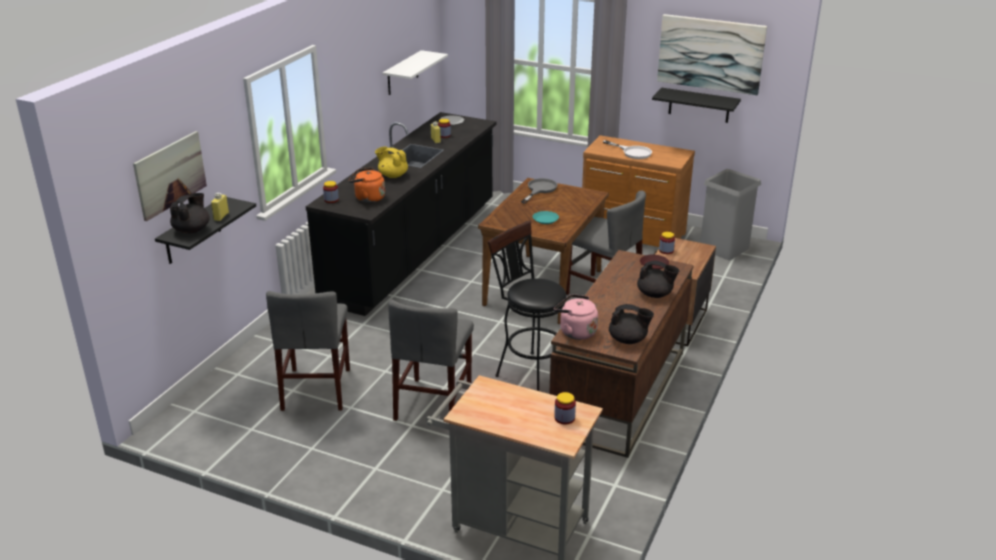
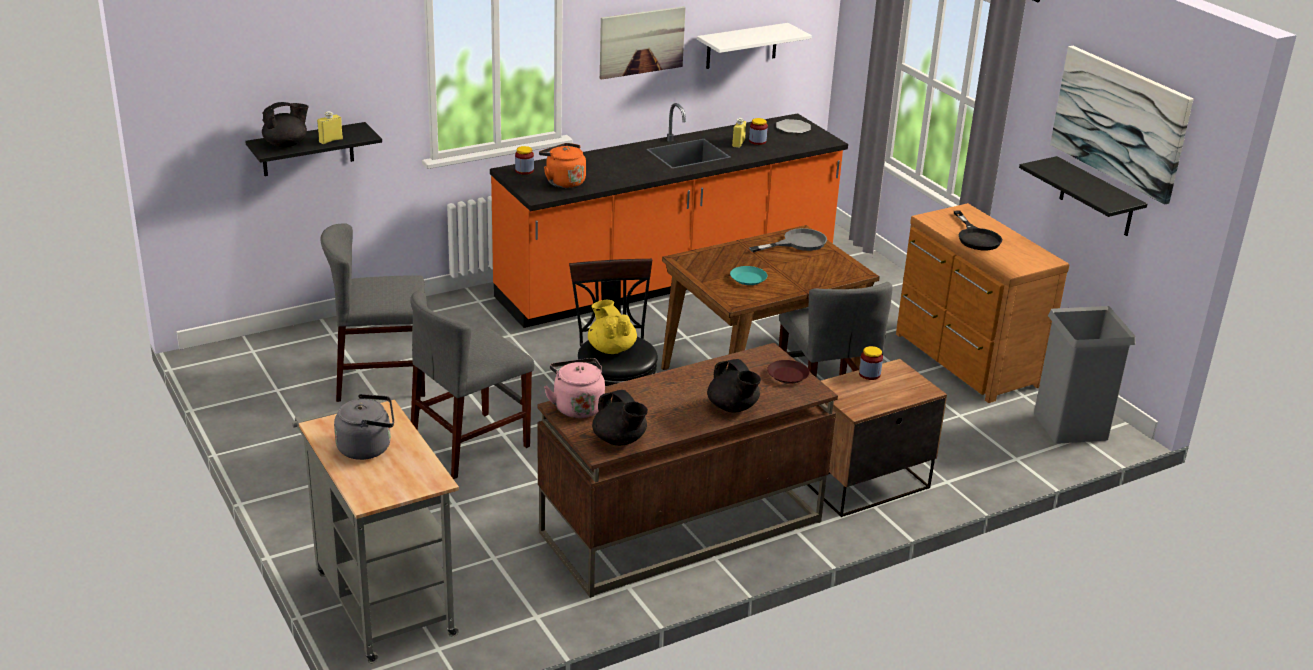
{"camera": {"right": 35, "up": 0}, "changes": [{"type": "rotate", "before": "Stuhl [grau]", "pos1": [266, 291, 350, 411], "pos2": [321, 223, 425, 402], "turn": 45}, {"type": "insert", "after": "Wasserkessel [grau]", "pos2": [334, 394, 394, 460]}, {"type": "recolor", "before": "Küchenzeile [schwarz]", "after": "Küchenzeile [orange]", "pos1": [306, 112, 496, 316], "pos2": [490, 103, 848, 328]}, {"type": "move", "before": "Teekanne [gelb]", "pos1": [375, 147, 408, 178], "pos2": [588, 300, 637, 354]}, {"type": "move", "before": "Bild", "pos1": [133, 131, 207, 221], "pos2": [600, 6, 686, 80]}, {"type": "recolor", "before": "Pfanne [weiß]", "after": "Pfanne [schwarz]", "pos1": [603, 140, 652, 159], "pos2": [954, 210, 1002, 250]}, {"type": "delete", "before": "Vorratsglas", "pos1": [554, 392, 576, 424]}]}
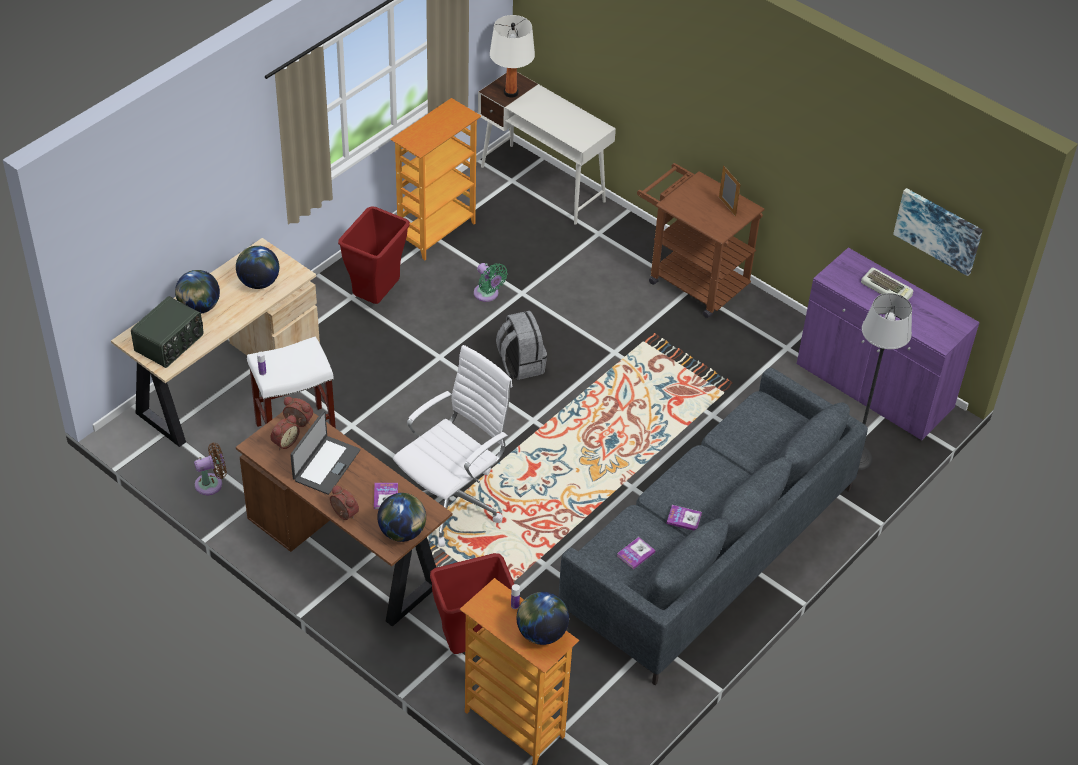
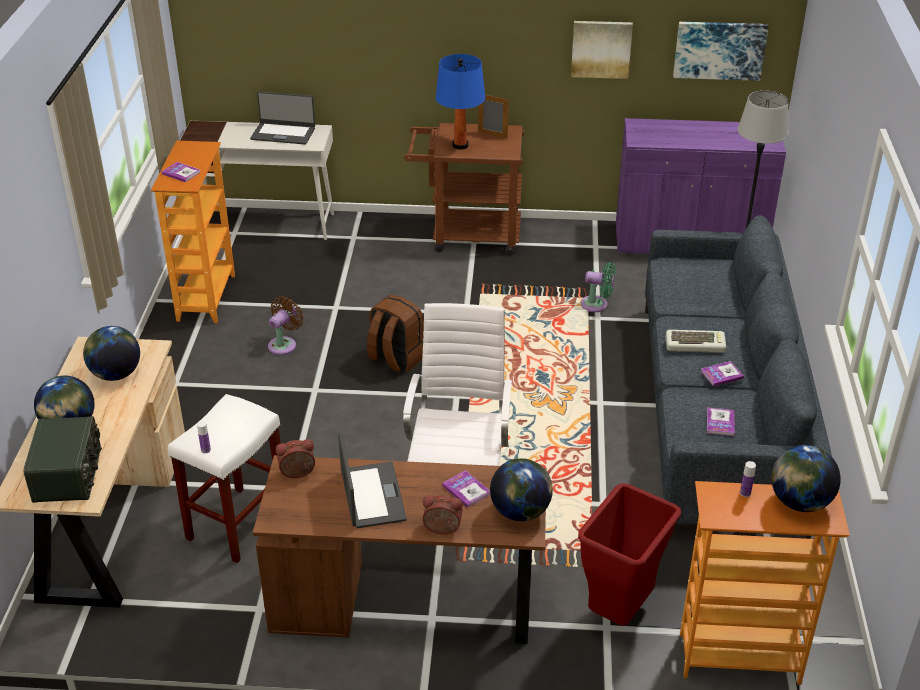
{"camera": {"right": -35, "up": -10}, "changes": [{"type": "insert", "after": "Buch", "pos2": [161, 162, 201, 182]}, {"type": "insert", "after": "Laptop", "pos2": [250, 91, 315, 145]}, {"type": "move", "before": "Ventilator [braun]", "pos1": [194, 443, 227, 495], "pos2": [268, 296, 303, 355]}, {"type": "recolor", "before": "Rucksack [grau]", "after": "Rucksack [braun]", "pos1": [496, 310, 547, 380], "pos2": [367, 295, 424, 374]}, {"type": "insert", "after": "Tischlampe [blau]", "pos2": [435, 54, 485, 150]}, {"type": "insert", "after": "Bild", "pos2": [571, 21, 633, 79]}, {"type": "move", "before": "Ventilator [grün]", "pos1": [474, 263, 508, 302], "pos2": [581, 262, 616, 312]}, {"type": "move", "before": "Tastatur", "pos1": [861, 268, 913, 300], "pos2": [665, 330, 726, 353]}, {"type": "delete", "before": "Wecker", "pos1": [271, 415, 300, 450]}, {"type": "delete", "before": "Mülleimer [rot]", "pos1": [338, 206, 410, 304]}, {"type": "delete", "before": "Tischlampe [weiß]", "pos1": [490, 15, 535, 97]}]}
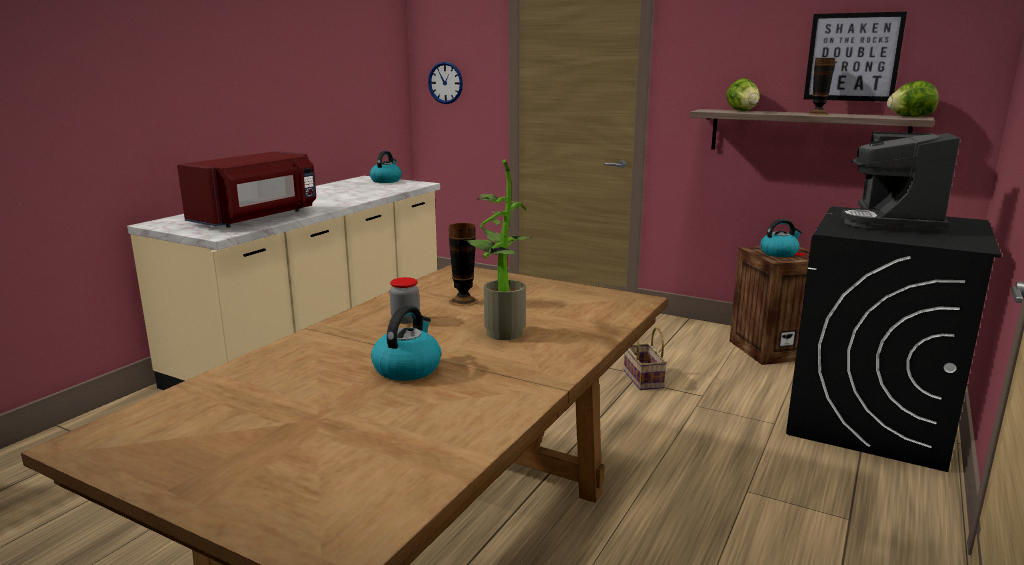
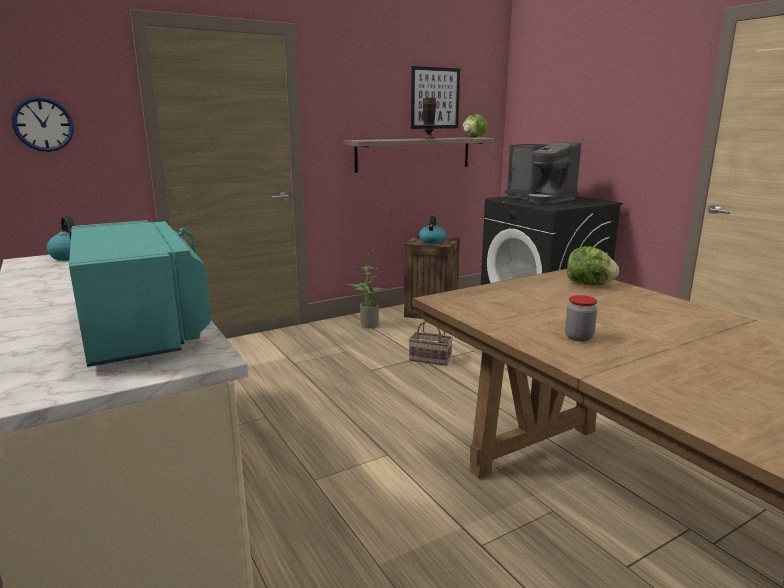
{"camera": {"right": -60, "up": 0}, "changes": [{"type": "recolor", "before": "Mikrowelle [rot]", "after": "Mikrowelle [türkis]", "pos1": [177, 151, 316, 227], "pos2": [69, 220, 211, 367]}, {"type": "move", "before": "Topfpflanze", "pos1": [466, 159, 531, 340], "pos2": [345, 250, 385, 329]}, {"type": "move", "before": "Salatkopf", "pos1": [726, 78, 760, 111], "pos2": [567, 246, 619, 285]}, {"type": "delete", "before": "Wasserkessel", "pos1": [371, 305, 441, 381]}, {"type": "delete", "before": "Vase", "pos1": [449, 223, 478, 306]}]}
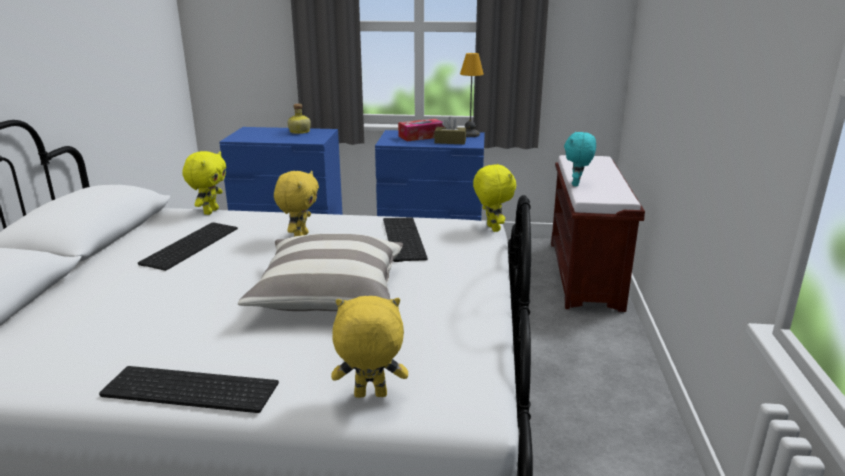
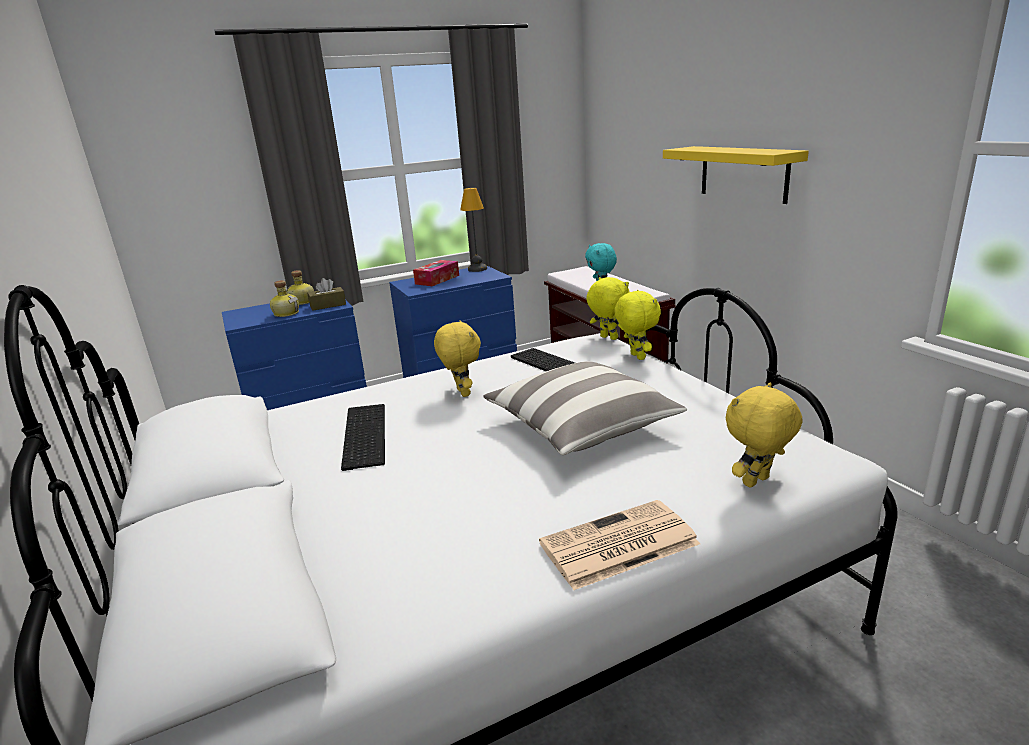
{"camera": {"right": -30, "up": 0}, "changes": [{"type": "insert", "after": "Flasche", "pos2": [270, 280, 299, 317]}, {"type": "move", "before": "Taschentuchbox [braun]", "pos1": [434, 117, 466, 144], "pos2": [308, 278, 346, 311]}, {"type": "replace", "before": "Tastatur", "after": "Zeitung", "pos1": [99, 366, 279, 413], "pos2": [539, 500, 700, 590]}, {"type": "move", "before": "Plüschtier [gelb]", "pos1": [182, 151, 226, 215], "pos2": [614, 290, 661, 360]}, {"type": "insert", "after": "Wandregal [gelb]", "pos2": [663, 146, 809, 204]}]}
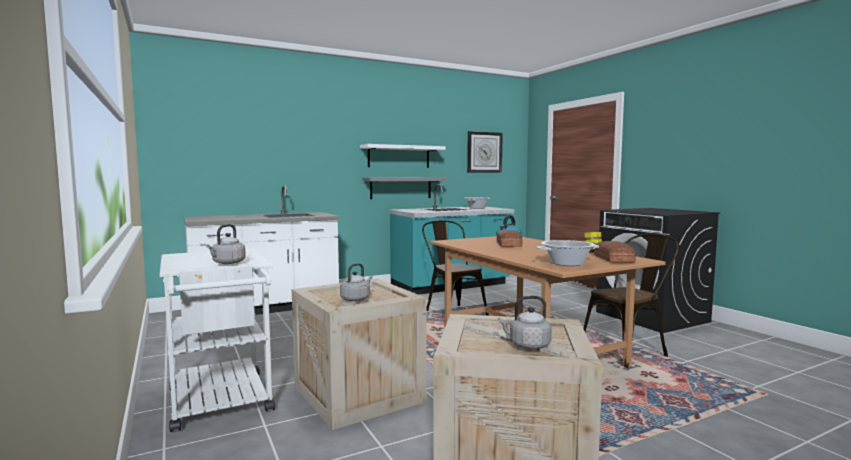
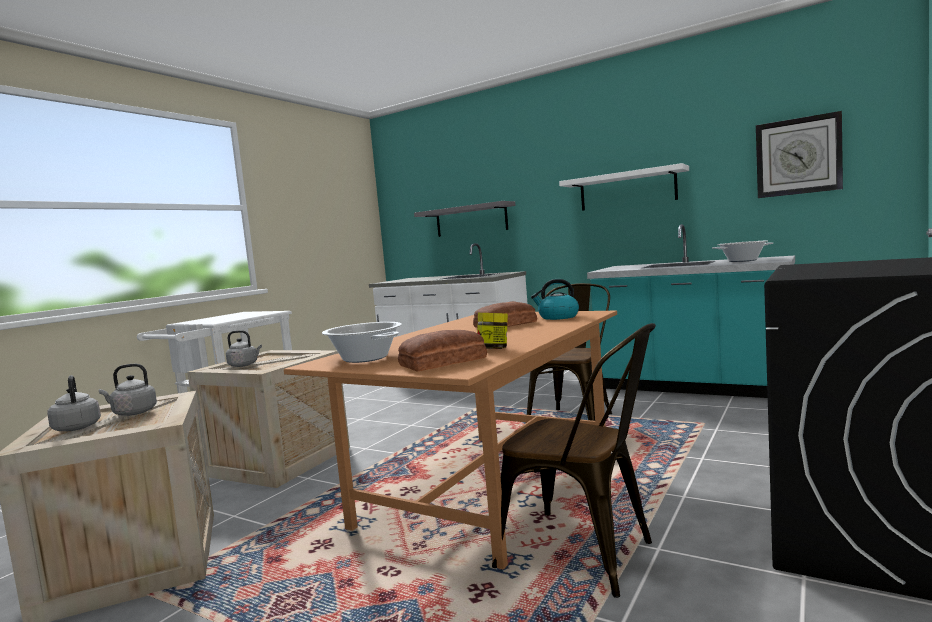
{"camera": {"right": 60, "up": 0}, "changes": [{"type": "move", "before": "Wasserkessel [grau]", "pos1": [206, 224, 246, 264], "pos2": [99, 364, 157, 416]}, {"type": "move", "before": "Wandregal [grau]", "pos1": [362, 178, 447, 199], "pos2": [414, 201, 516, 237]}]}
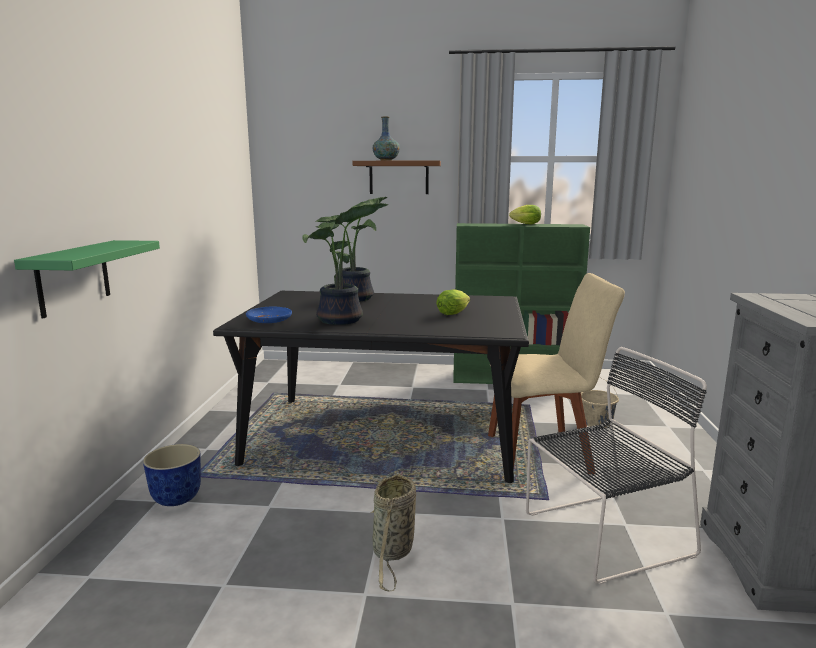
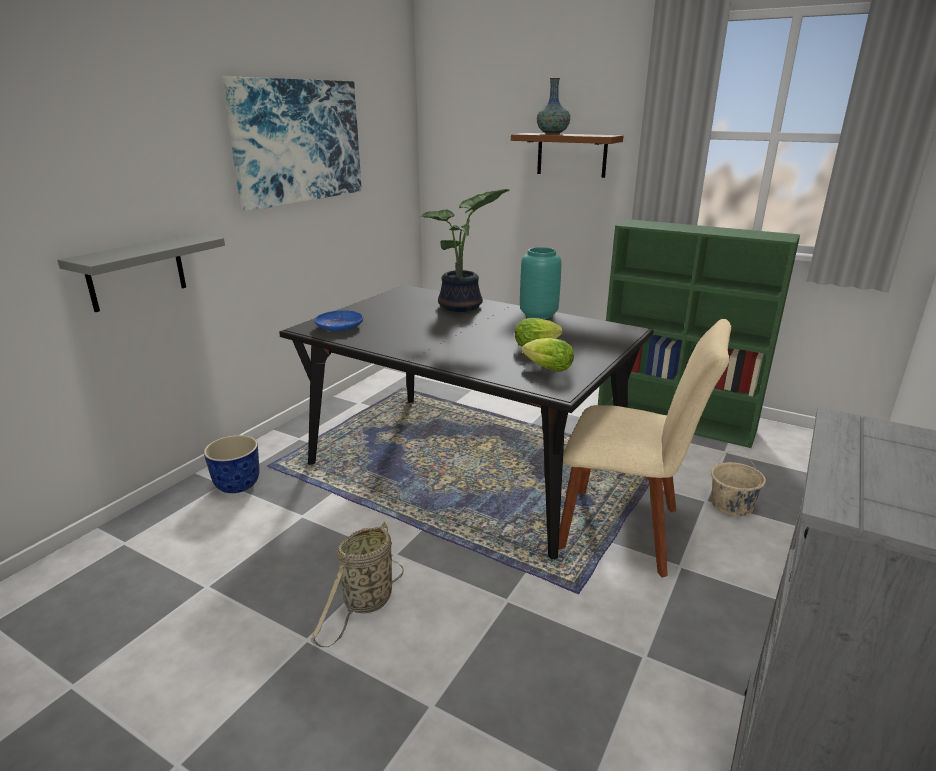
{"camera": {"right": 25, "up": 10}, "changes": [{"type": "recolor", "before": "Wandregal [grün]", "after": "Wandregal [grau]", "pos1": [14, 240, 160, 318], "pos2": [57, 233, 225, 312]}, {"type": "insert", "after": "Bild", "pos2": [222, 76, 362, 211]}, {"type": "insert", "after": "Vase [türkis]", "pos2": [520, 247, 561, 319]}, {"type": "move", "before": "Salatkopf", "pos1": [509, 205, 541, 224], "pos2": [522, 338, 574, 372]}, {"type": "delete", "before": "Topfpflanze", "pos1": [302, 203, 388, 325]}, {"type": "delete", "before": "Stuhl [schwarz]", "pos1": [526, 347, 707, 584]}]}
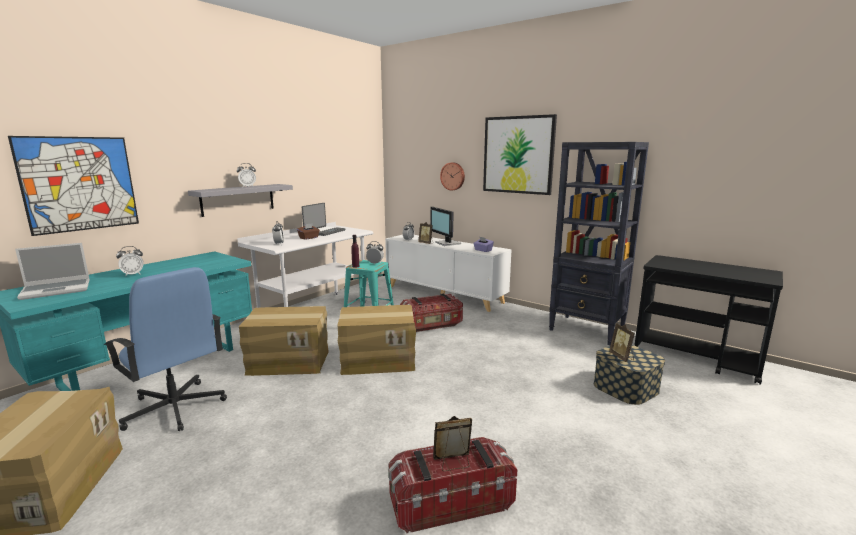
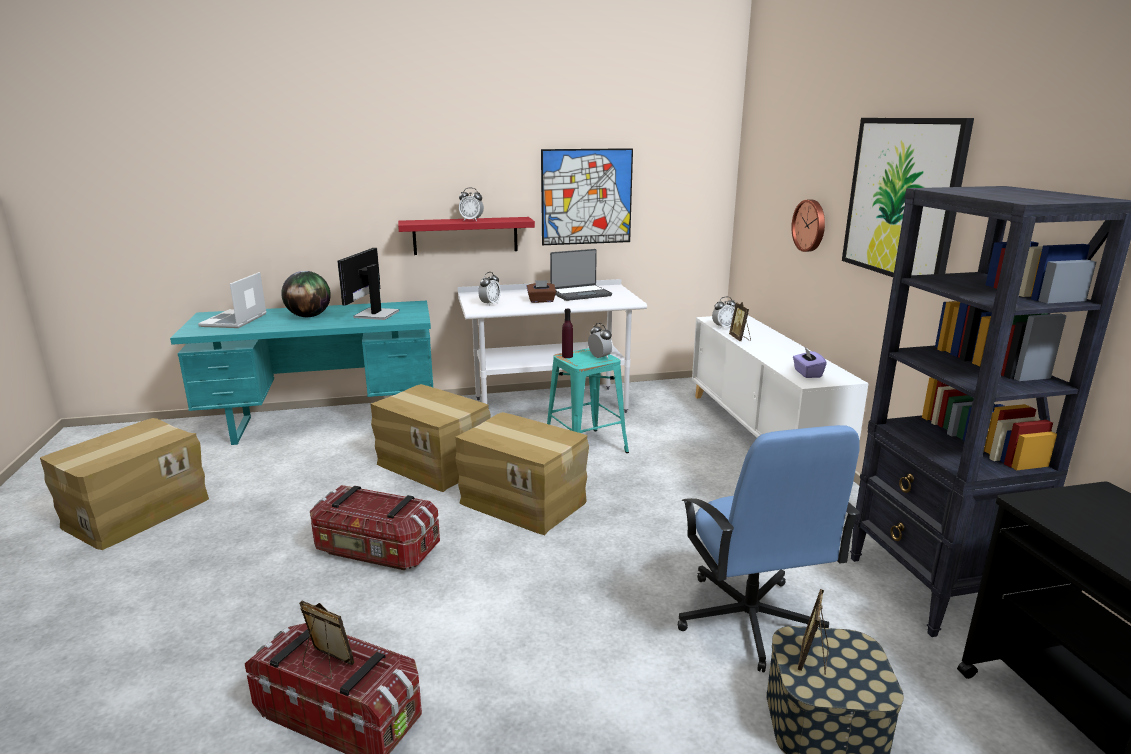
{"camera": {"right": 40, "up": 5}, "changes": [{"type": "rotate", "before": "Laptop", "pos1": [15, 243, 90, 300], "pos2": [198, 272, 267, 328], "turn": 90}, {"type": "replace", "before": "Wecker", "after": "Globus", "pos1": [116, 246, 144, 276], "pos2": [281, 271, 331, 317]}, {"type": "move", "before": "Aufbewahrungsbox", "pos1": [400, 293, 463, 332], "pos2": [310, 485, 440, 570]}, {"type": "move", "before": "Monitor", "pos1": [430, 207, 461, 246], "pos2": [337, 248, 399, 320]}, {"type": "recolor", "before": "Wandregal [grau]", "after": "Wandregal [rot]", "pos1": [188, 184, 293, 217], "pos2": [398, 217, 535, 255]}, {"type": "move", "before": "Bild", "pos1": [8, 136, 139, 236], "pos2": [541, 148, 633, 245]}, {"type": "move", "before": "Bürostuhl [blau]", "pos1": [104, 267, 227, 431], "pos2": [678, 425, 860, 673]}]}
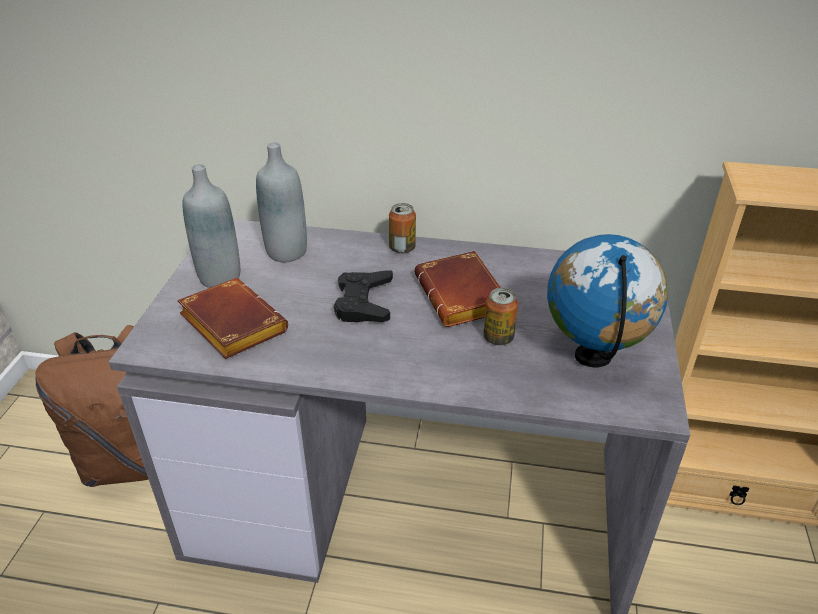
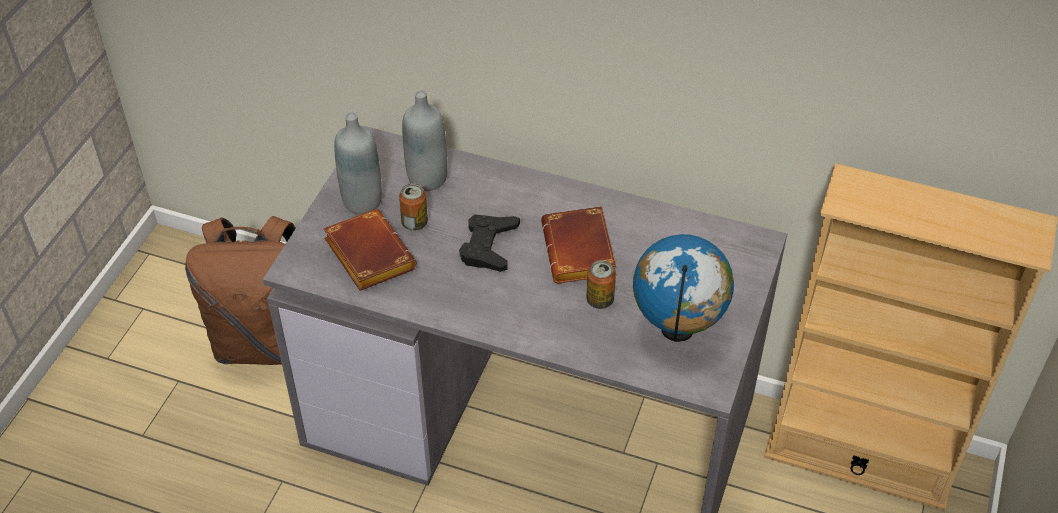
{"camera": {"right": 10, "up": 10}, "changes": [{"type": "move", "before": "Dose", "pos1": [389, 203, 416, 254], "pos2": [399, 183, 428, 231]}]}
